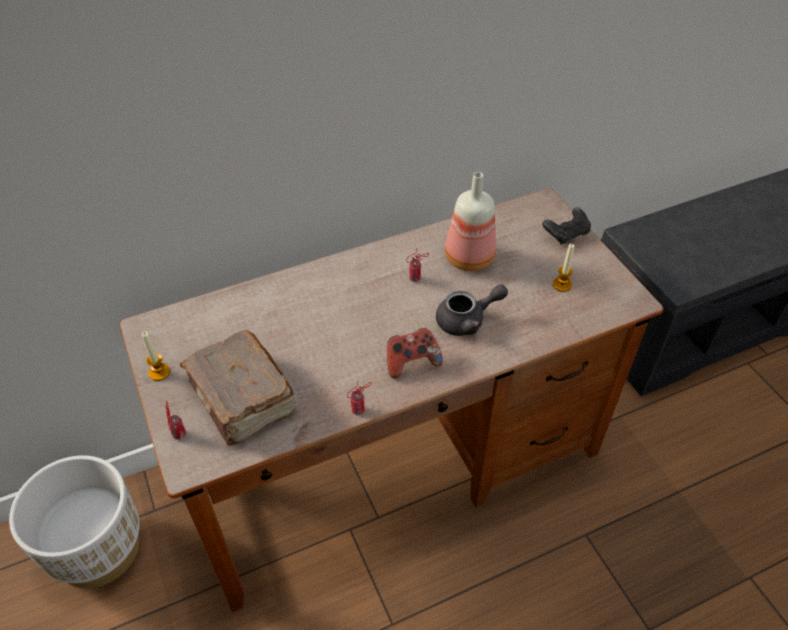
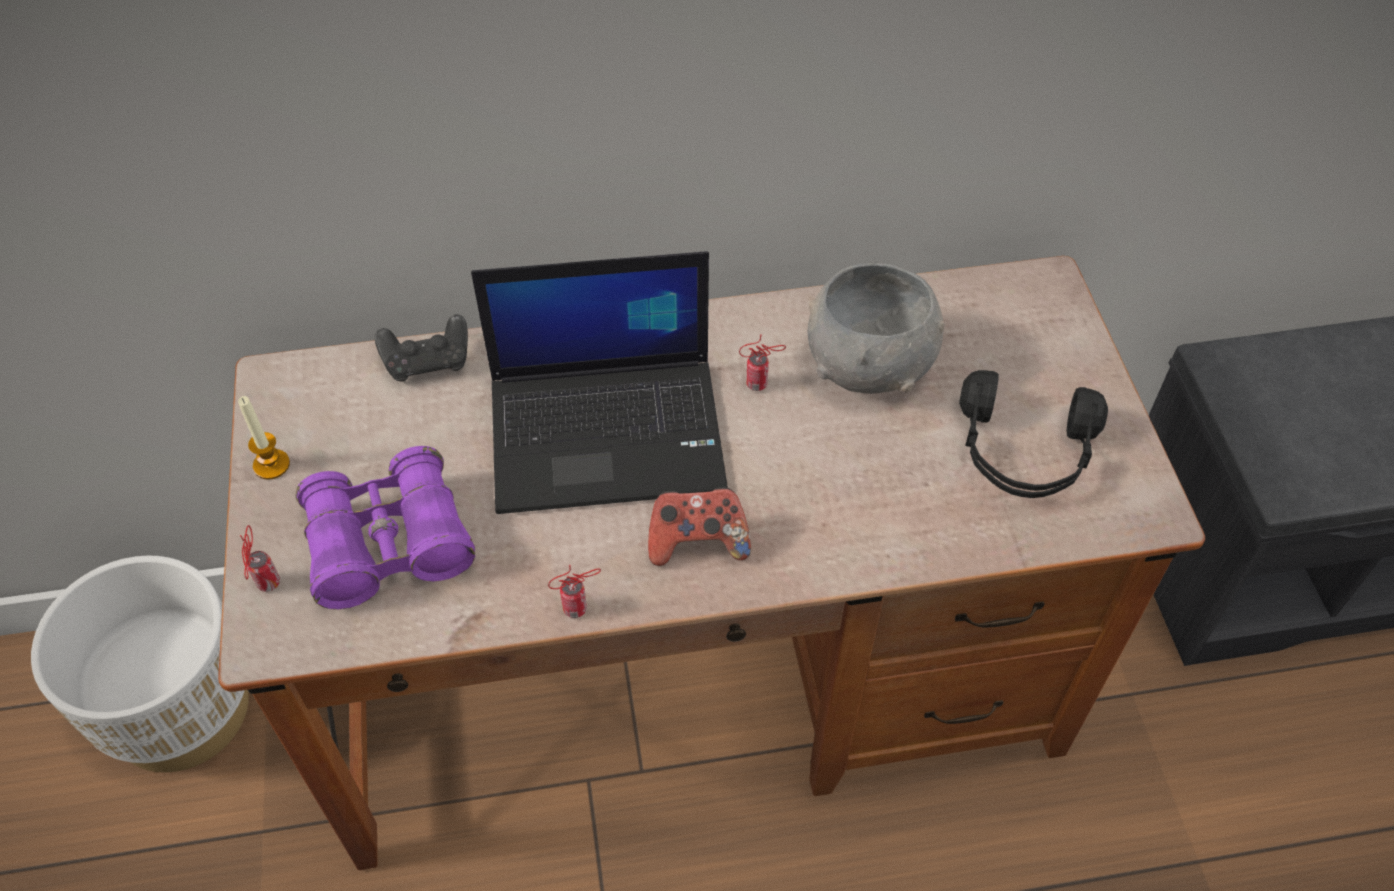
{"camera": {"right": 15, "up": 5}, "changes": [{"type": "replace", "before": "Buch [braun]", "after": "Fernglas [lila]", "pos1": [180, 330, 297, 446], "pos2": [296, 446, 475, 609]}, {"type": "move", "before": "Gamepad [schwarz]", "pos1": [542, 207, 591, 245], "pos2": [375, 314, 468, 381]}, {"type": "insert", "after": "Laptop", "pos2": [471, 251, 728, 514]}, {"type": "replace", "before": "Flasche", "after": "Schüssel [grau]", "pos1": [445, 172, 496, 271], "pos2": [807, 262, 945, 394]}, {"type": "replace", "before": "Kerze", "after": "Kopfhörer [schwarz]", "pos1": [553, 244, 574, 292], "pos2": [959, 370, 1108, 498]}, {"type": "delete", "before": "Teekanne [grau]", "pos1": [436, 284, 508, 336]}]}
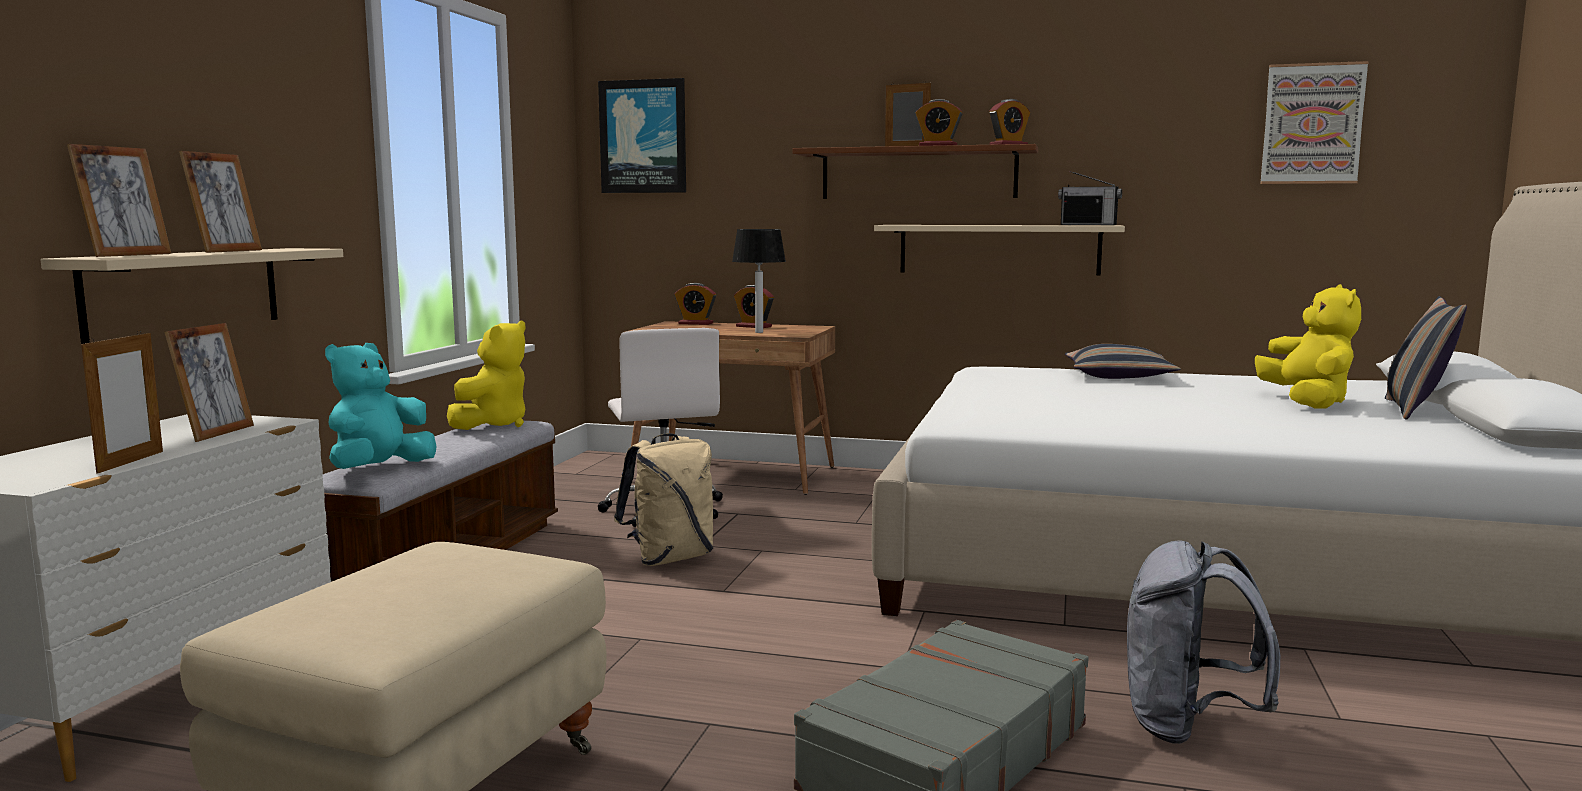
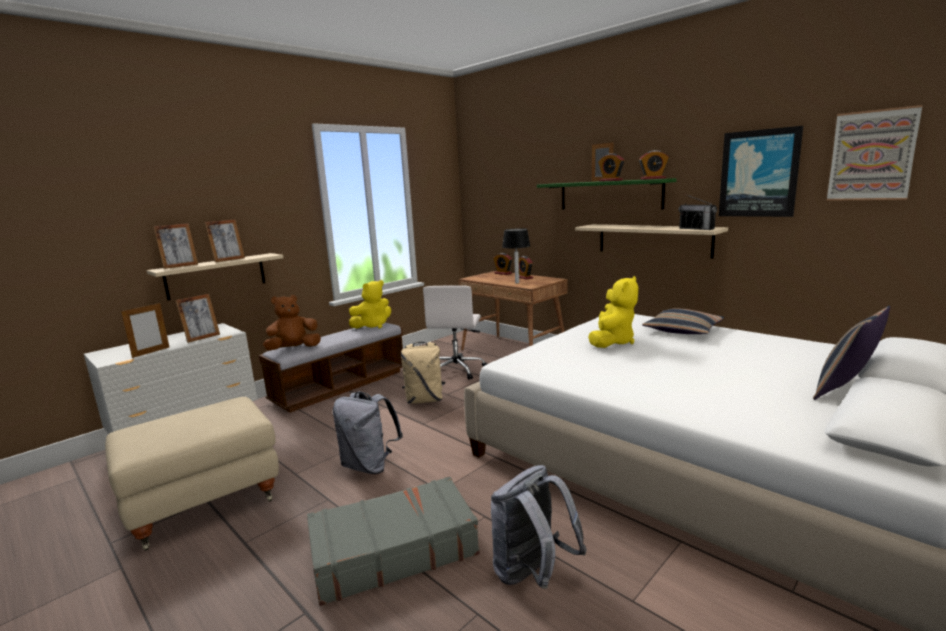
{"camera": {"right": 30, "up": 5}, "changes": [{"type": "recolor", "before": "Plüschtier [türkis]", "after": "Plüschtier [braun]", "pos1": [325, 343, 437, 469], "pos2": [263, 295, 321, 350]}, {"type": "insert", "after": "Rucksack [grau]", "pos2": [333, 391, 403, 474]}, {"type": "recolor", "before": "Wandregal [braun]", "after": "Wandregal [grün]", "pos1": [792, 144, 1038, 199], "pos2": [537, 178, 677, 210]}, {"type": "move", "before": "Plüschtier [gelb]", "pos1": [1255, 284, 1361, 409], "pos2": [588, 276, 638, 348]}, {"type": "move", "before": "Bild", "pos1": [598, 78, 686, 193], "pos2": [719, 126, 803, 217]}]}
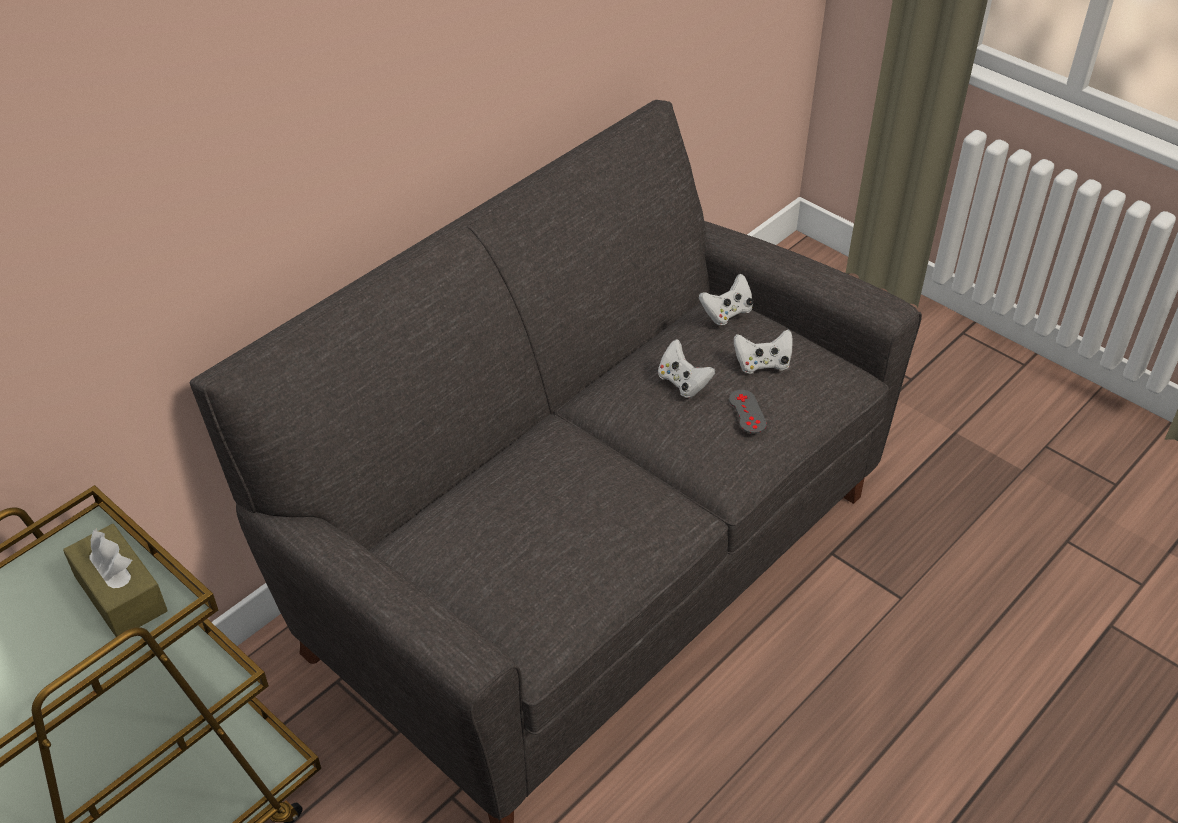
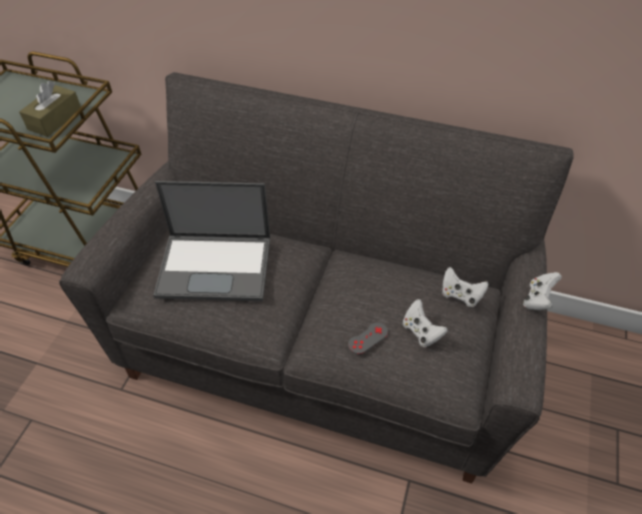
{"camera": {"right": 65, "up": 5}, "changes": [{"type": "insert", "after": "Laptop", "pos2": [153, 181, 270, 301]}, {"type": "move", "before": "Gamepad [weiß]", "pos1": [658, 339, 715, 398], "pos2": [523, 272, 562, 310]}]}
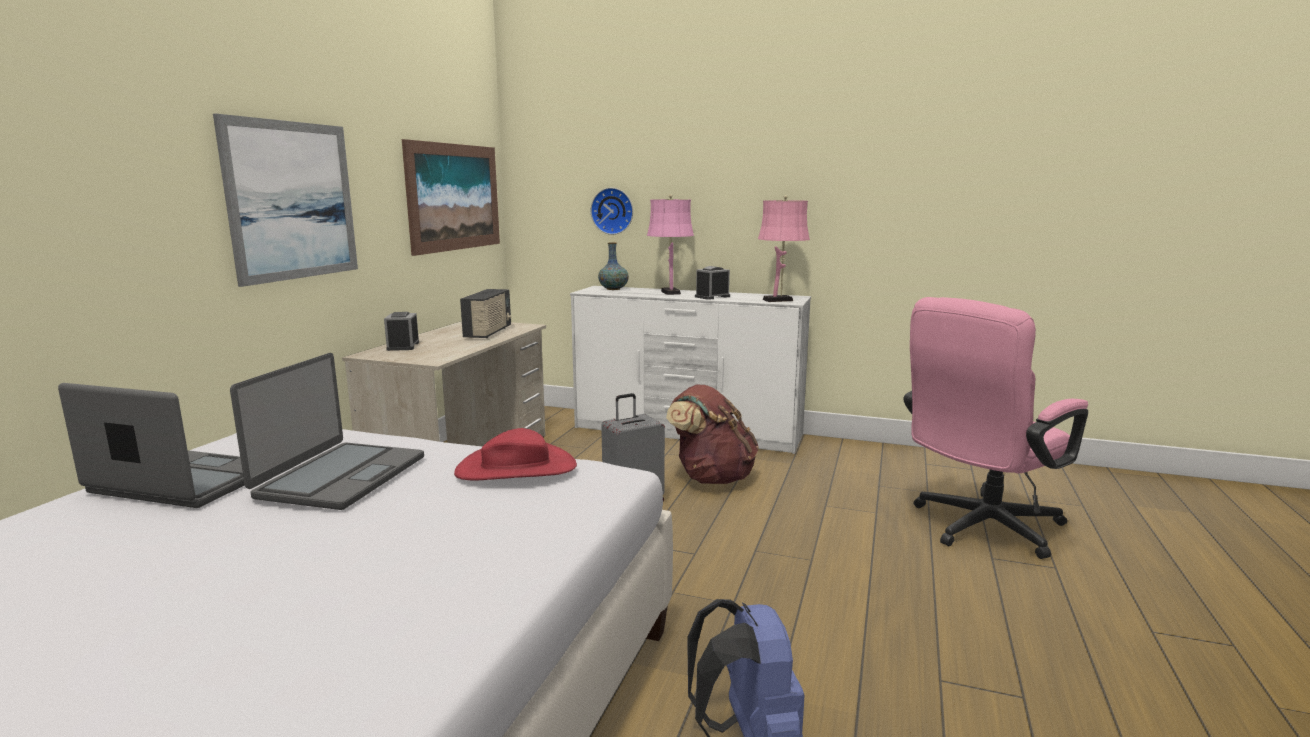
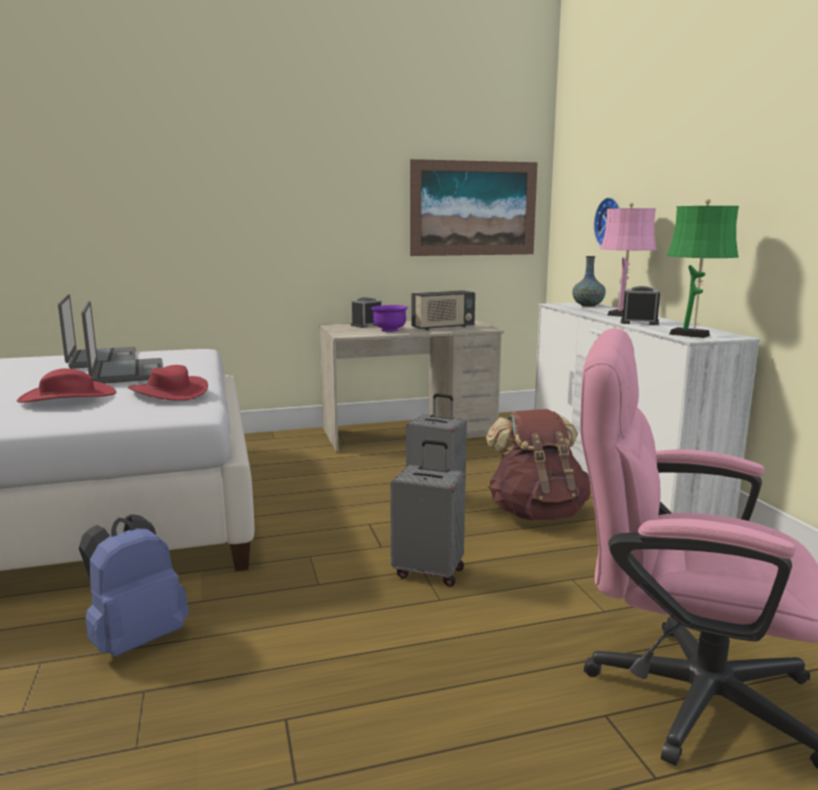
{"camera": {"right": 55, "up": 0}, "changes": [{"type": "insert", "after": "Hut [rot]", "pos2": [17, 368, 116, 403]}, {"type": "rotate", "before": "Laptop", "pos1": [230, 353, 424, 510], "pos2": [81, 301, 163, 384], "turn": -90}, {"type": "insert", "after": "Schüssel [lila]", "pos2": [371, 305, 408, 332]}, {"type": "insert", "after": "Koffer [grau]", "pos2": [390, 440, 466, 587]}, {"type": "recolor", "before": "Tischlampe [rosa]", "after": "Tischlampe [grün]", "pos1": [758, 195, 810, 302], "pos2": [667, 199, 739, 338]}, {"type": "delete", "before": "Bild", "pos1": [213, 114, 358, 287]}]}
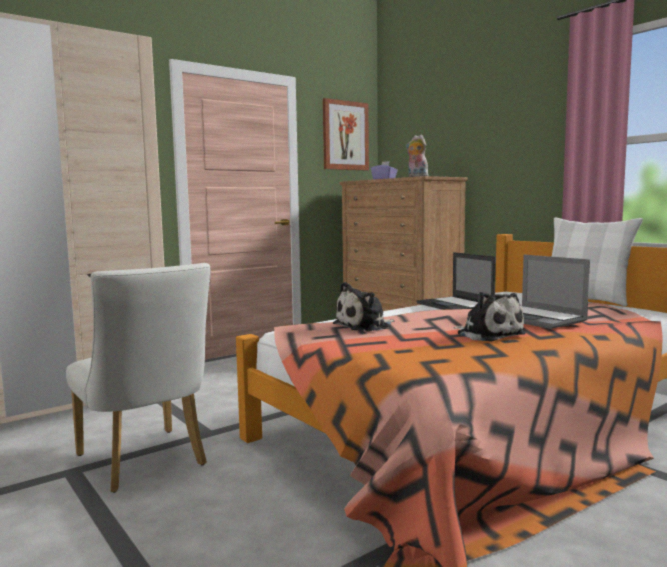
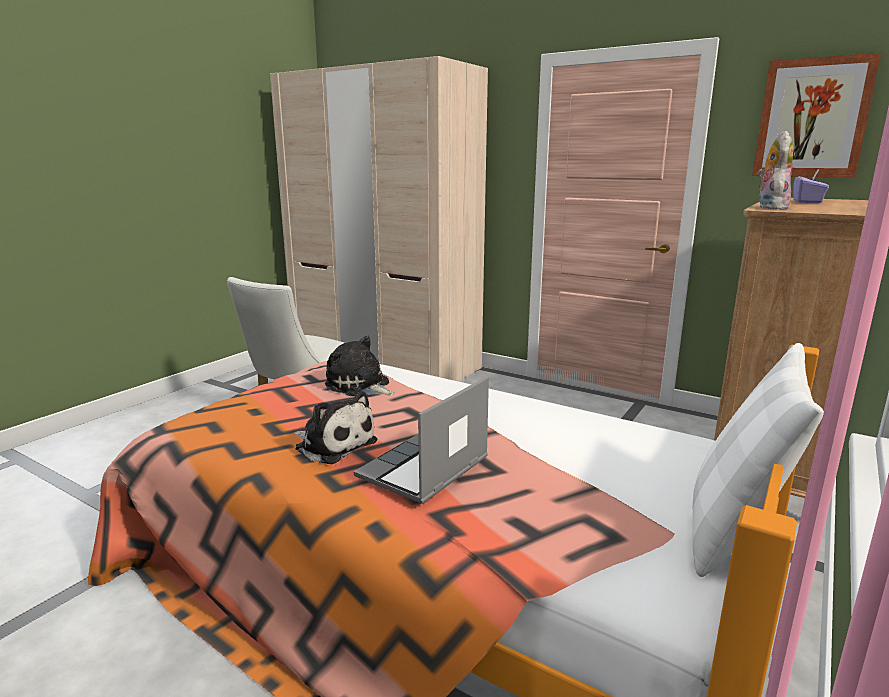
{"camera": {"right": 70, "up": 10}, "changes": [{"type": "rotate", "before": "Plüschtier", "pos1": [453, 292, 526, 342], "pos2": [294, 391, 377, 464], "turn": -90}, {"type": "delete", "before": "Laptop", "pos1": [417, 252, 496, 310]}]}
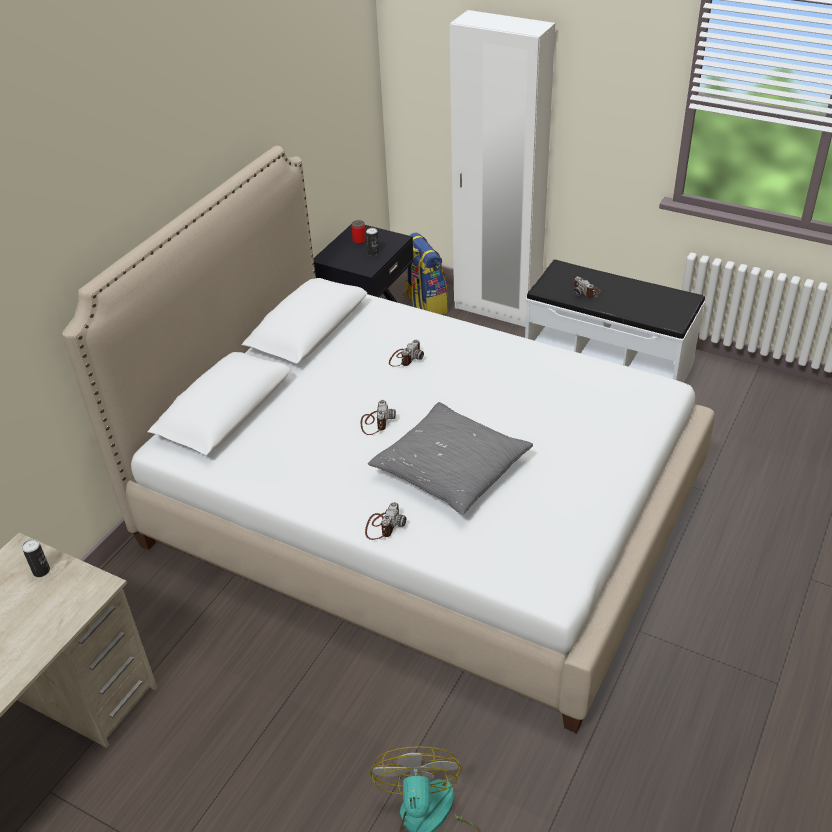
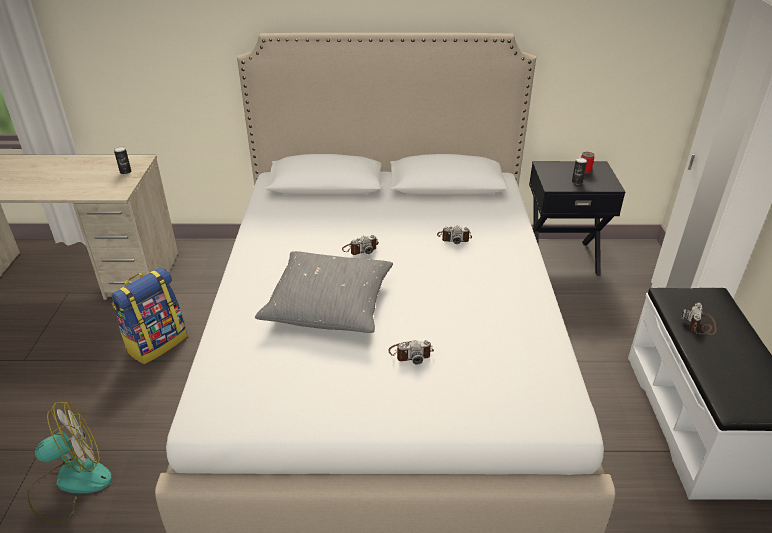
{"camera": {"right": 60, "up": -5}, "changes": [{"type": "move", "before": "Rucksack", "pos1": [403, 233, 448, 315], "pos2": [112, 267, 187, 364]}, {"type": "move", "before": "Kamera", "pos1": [365, 502, 406, 540], "pos2": [388, 340, 434, 365]}]}
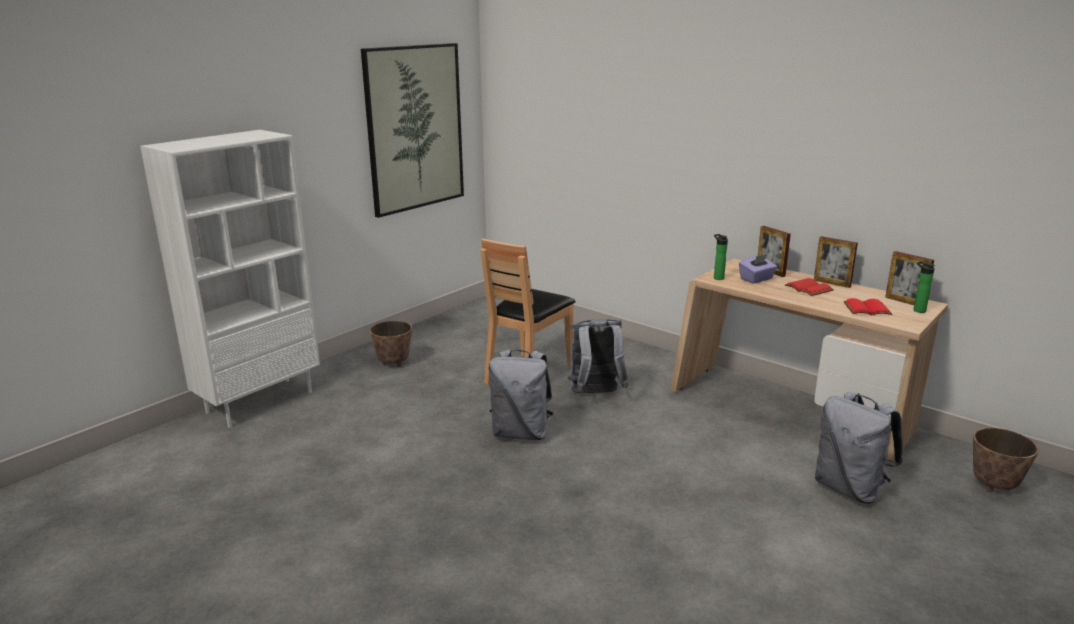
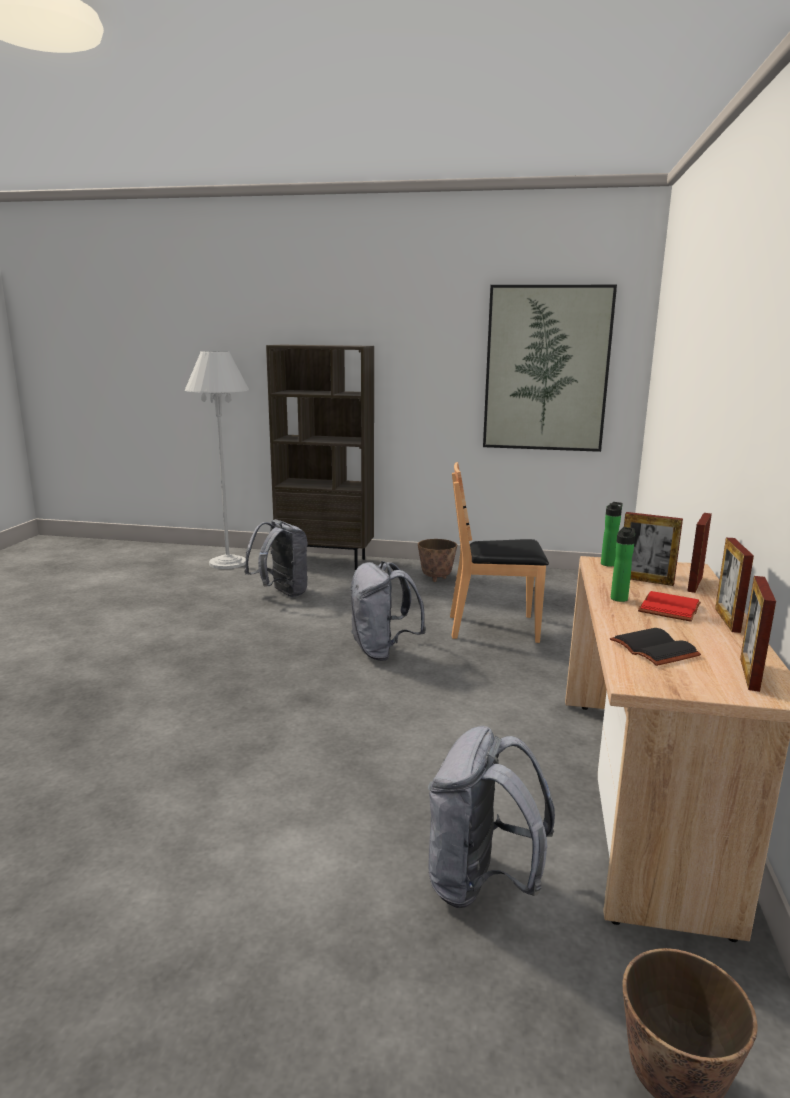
{"camera": {"right": 60, "up": -5}, "changes": [{"type": "insert", "after": "Stehlampe [weiß]", "pos2": [185, 351, 249, 569]}, {"type": "move", "before": "Rucksack [grau]", "pos1": [568, 319, 628, 393], "pos2": [244, 519, 308, 597]}, {"type": "recolor", "before": "Bücherregal [weiß]", "after": "Bücherregal [braun]", "pos1": [140, 130, 320, 428], "pos2": [266, 345, 374, 570]}, {"type": "recolor", "before": "Buch [rot]", "after": "Buch [schwarz]", "pos1": [844, 298, 892, 316], "pos2": [610, 628, 701, 666]}, {"type": "move", "before": "Flasche", "pos1": [913, 262, 935, 313], "pos2": [611, 527, 635, 602]}, {"type": "replace", "before": "Taschentuchbox [lila]", "after": "Bilderrahmen", "pos1": [739, 254, 777, 284], "pos2": [624, 512, 683, 586]}]}
